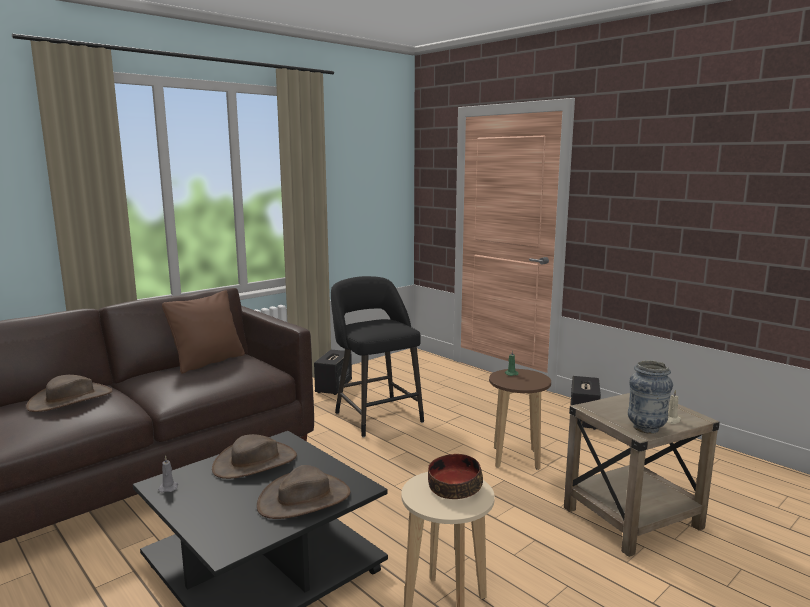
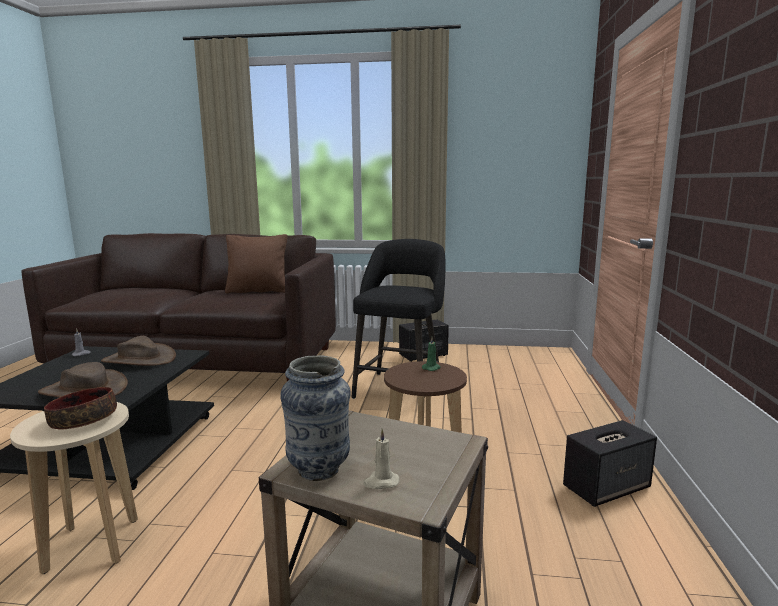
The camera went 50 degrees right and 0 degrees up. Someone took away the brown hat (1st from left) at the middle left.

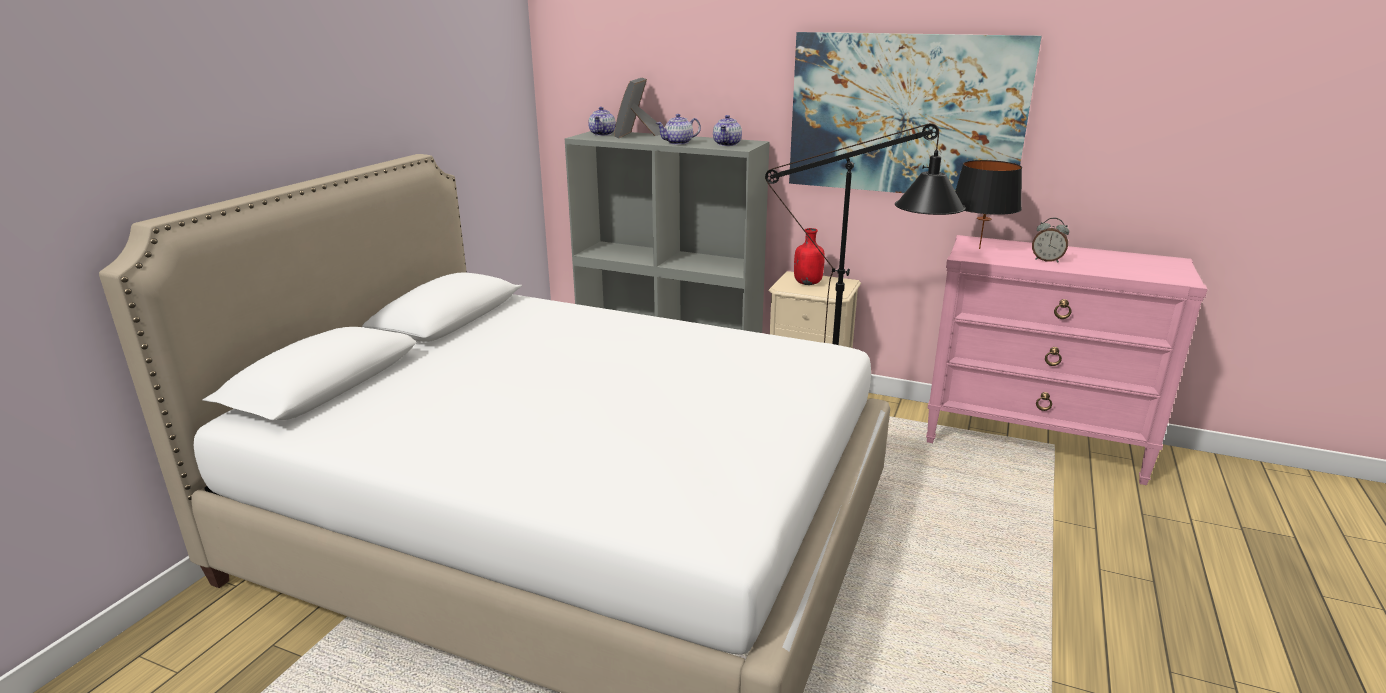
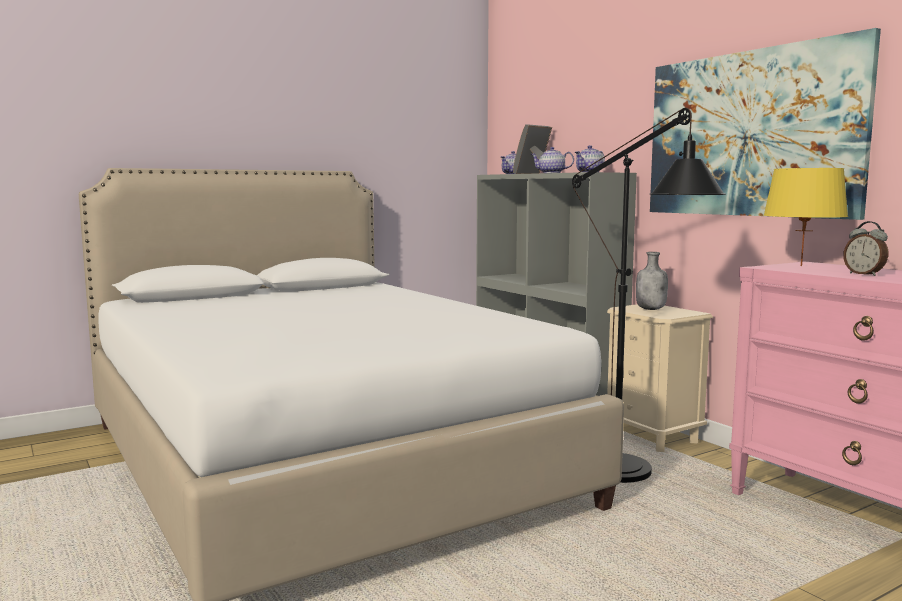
The camera went 35 degrees right and 15 degrees down. Someone repainted the red bottle at the centre, which became the grey bottle at the middle right. Someone repainted the black table lamp at the top right, which became the yellow table lamp at the middle right.

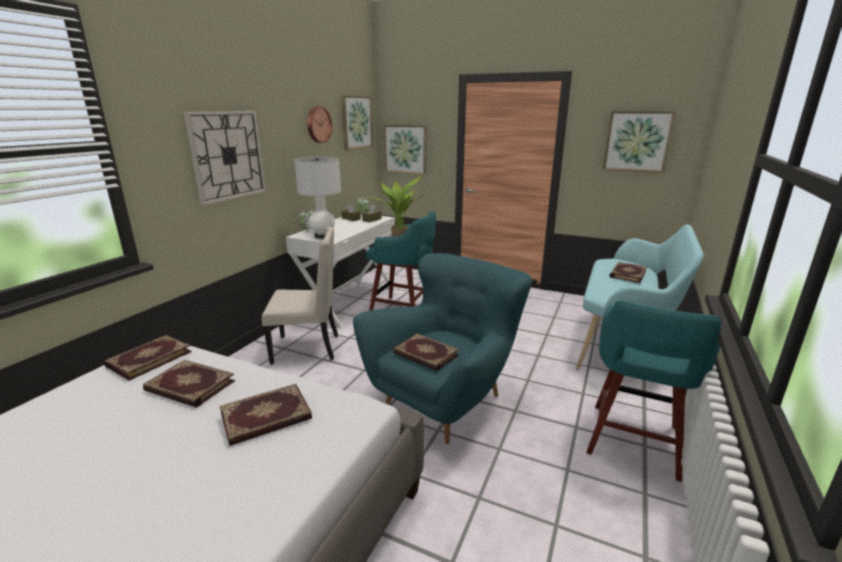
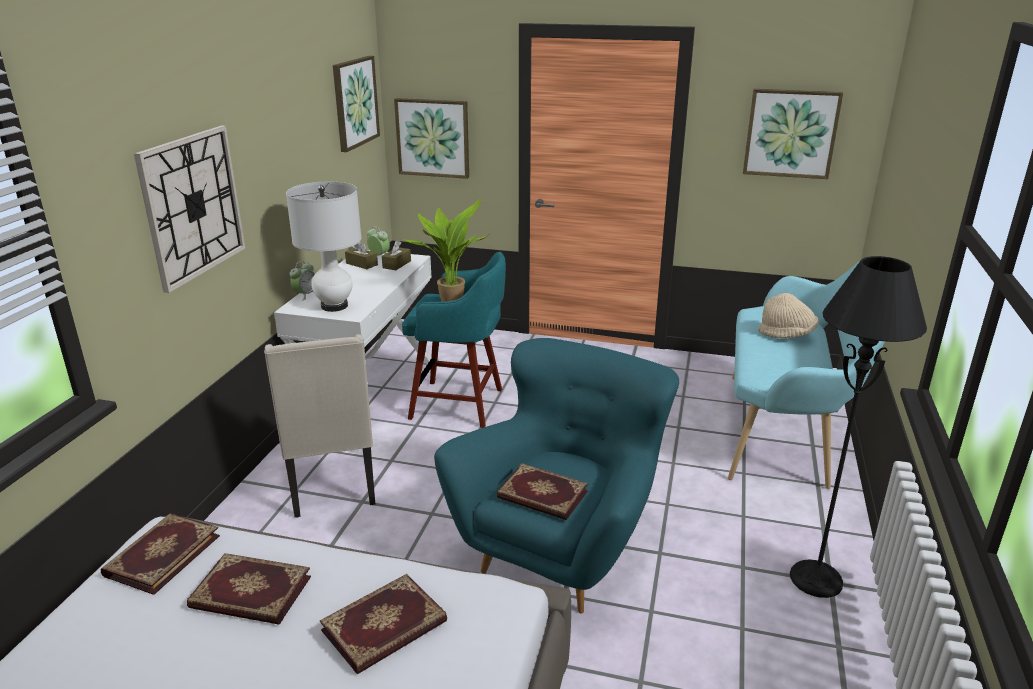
The camera went 10 degrees left and 5 degrees up. Someone took away the wall clock (2nd from left) at the top centre. Someone swapped the turquoise stool (2nd from left) at the bottom right for the black floor lamp at the middle right. Someone swapped the book (5th from left) at the middle right for the beige hat at the middle right. Someone rotated the beige chair at the centre by 90 degrees clockwise.

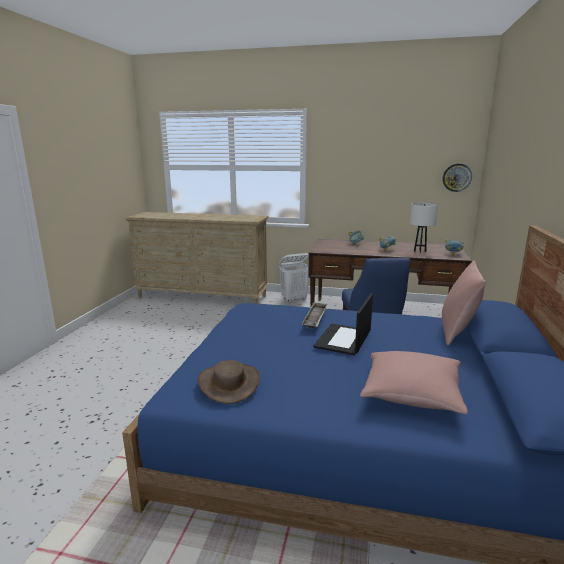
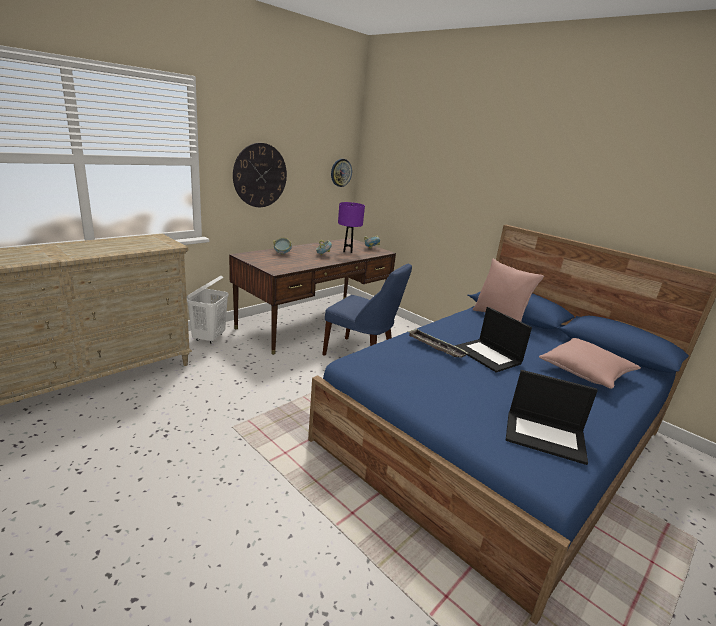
The camera went 60 degrees left and 5 degrees up. Someone put up the wall clock (1st from left) at the top centre. Someone swapped the brown hat at the bottom centre for the laptop (2nd from left) at the middle right. Someone repainted the white table lamp at the middle right, which became the purple table lamp at the centre.

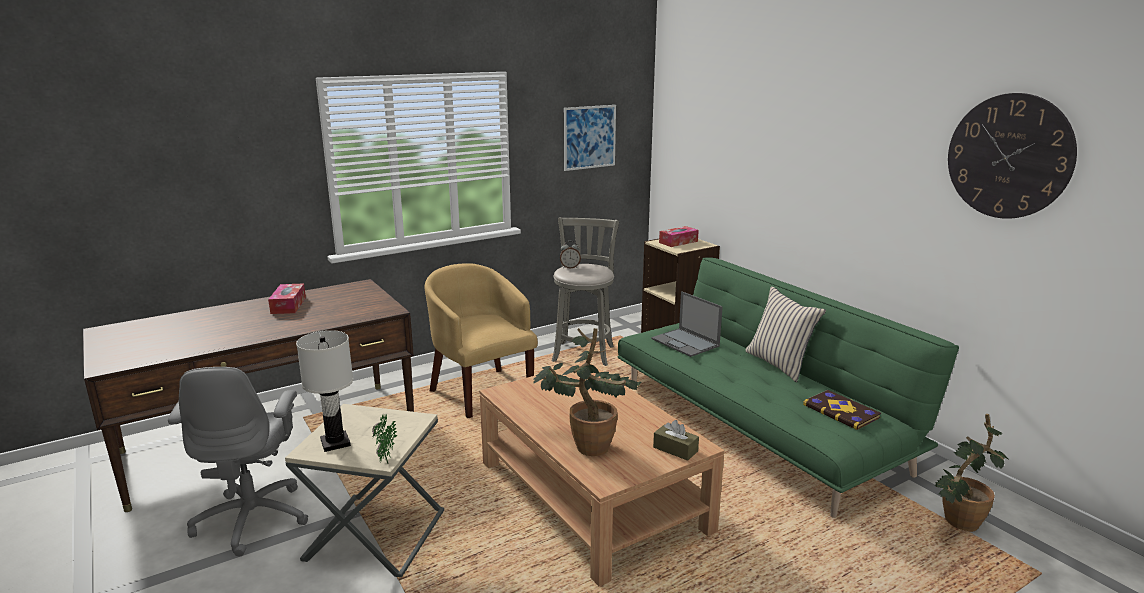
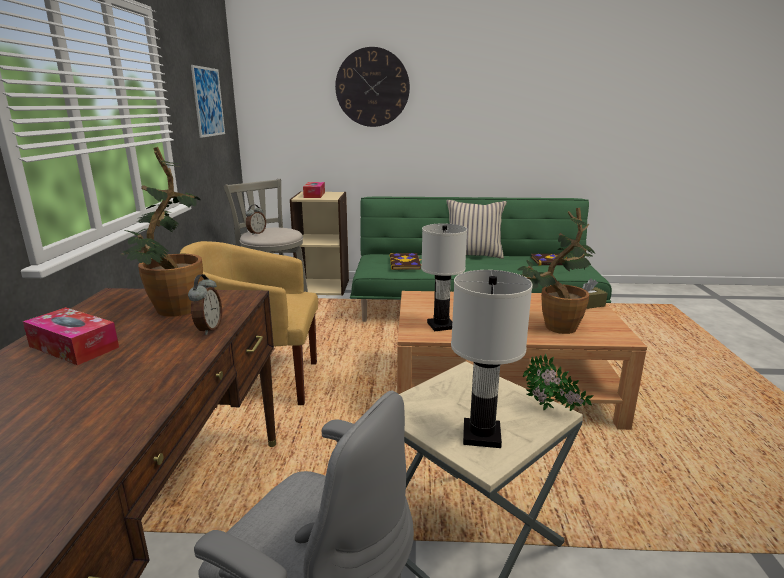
The camera went 55 degrees left and 0 degrees up. Someone put down the alarm clock (1st from left) at the middle left. Someone put down the white table lamp (1st from left) at the centre. Someone carried the potted plant (3rd from left in the first image) from the bottom right to the middle left. Someone carried the wall clock from the top right to the top centre. Someone swapped the laptop at the centre for the book (1st from left) at the centre.

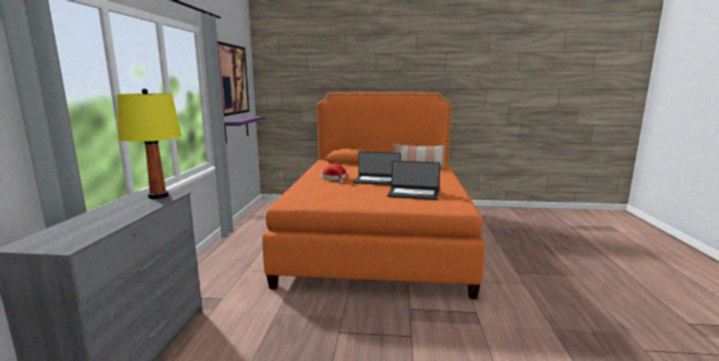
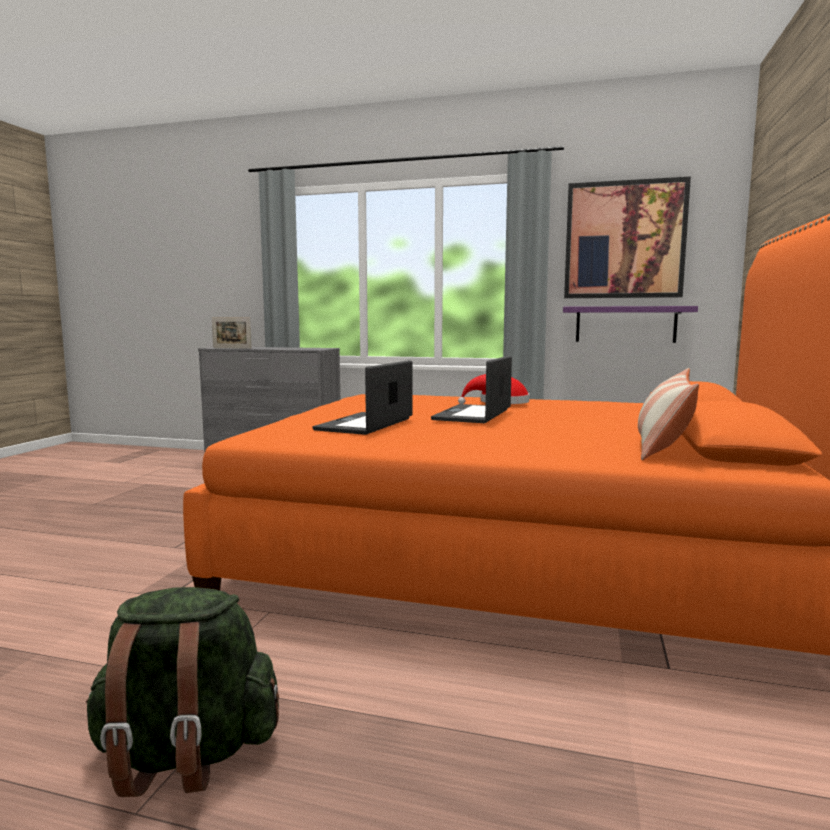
The camera went 100 degrees right and 5 degrees down. Someone took away the yellow table lamp at the middle left. Someone put down the green backpack at the bottom left. Someone put down the picture frame at the middle left.

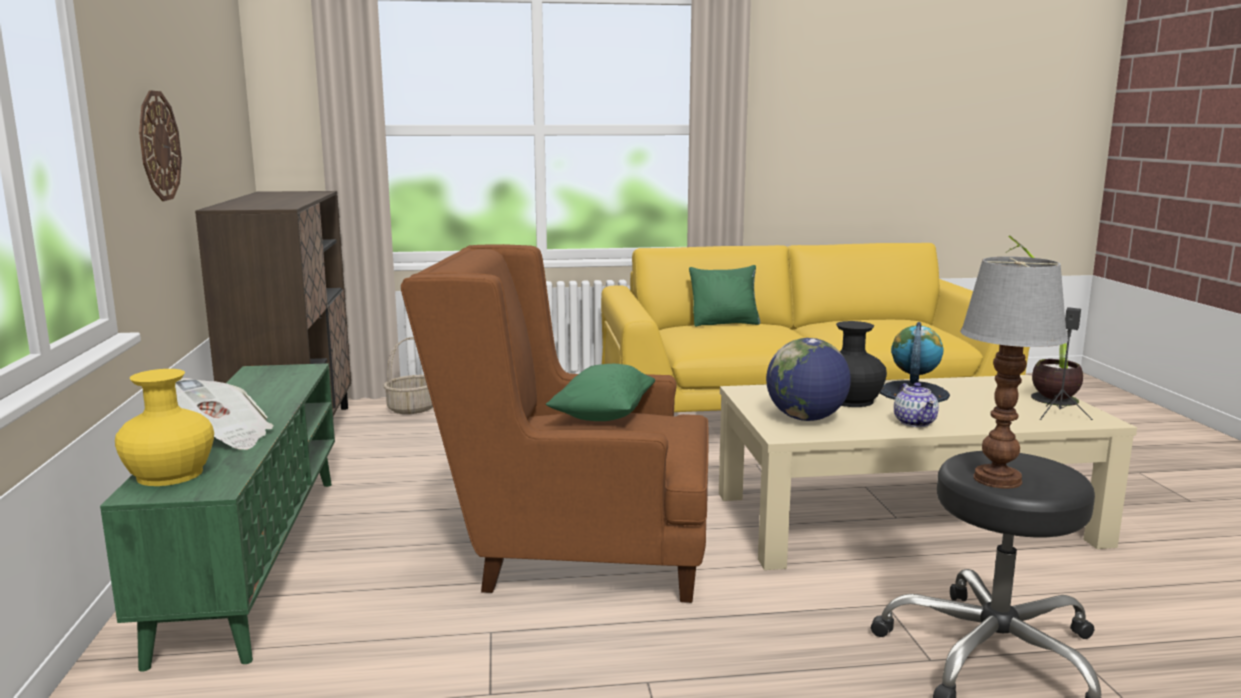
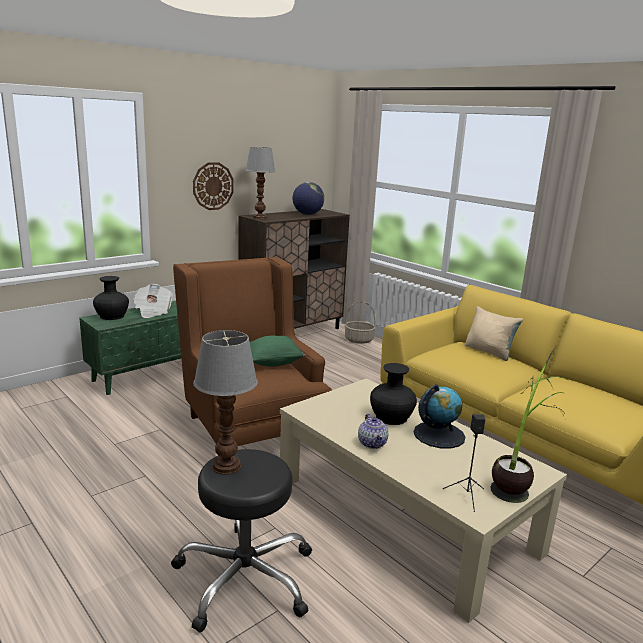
The camera went 55 degrees right and 5 degrees up. Someone put down the table lamp (2nd from left) at the top centre. Someone carried the globe (1st from left) from the centre to the top centre. Someone repainted the yellow vase at the middle left, which became the black vase (1st from left) at the middle left. Someone repainted the green pillow (2nd from left) at the centre, which became the beige pillow at the middle right. Someone rotated the teapot at the middle right by 60 degrees counterclockwise.

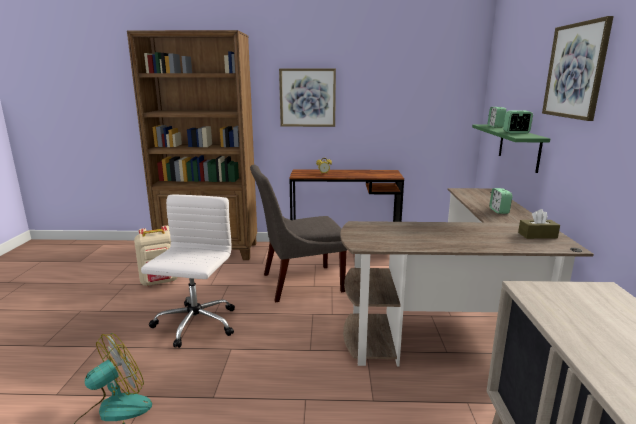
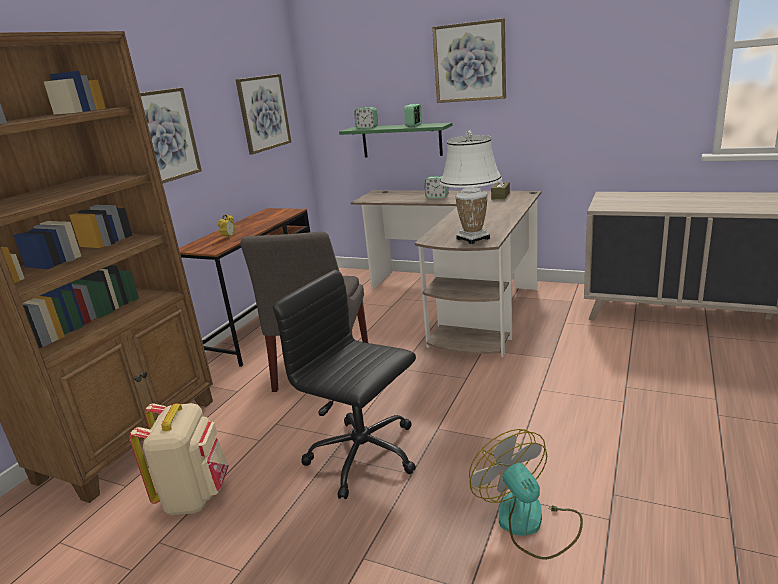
The camera went 65 degrees left and 5 degrees up. Someone put up the picture (2nd from left) at the top centre. Someone put down the white table lamp at the top centre. Someone repainted the white office chair at the middle left, which became the black office chair at the centre.

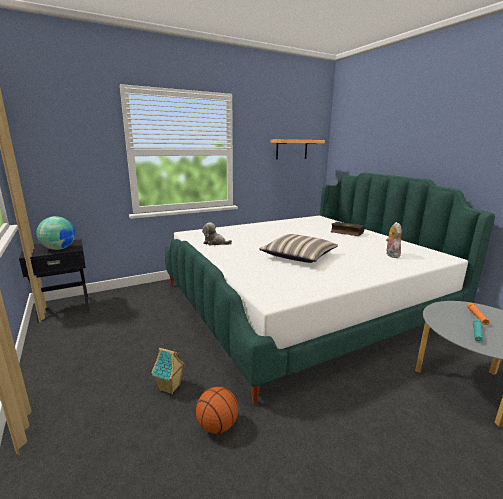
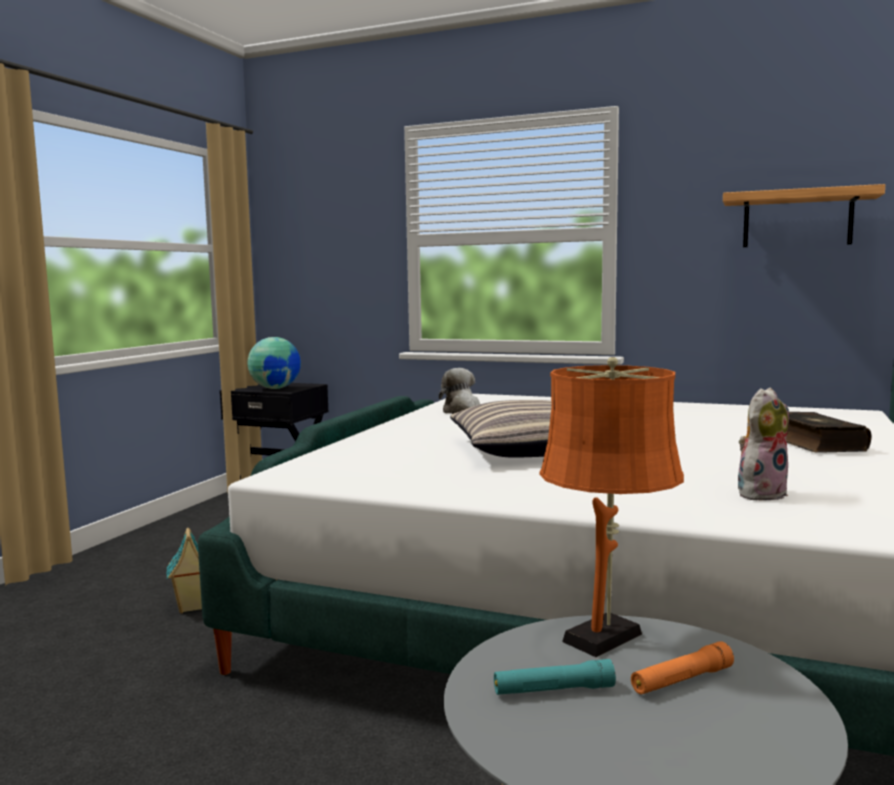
The camera went 50 degrees right and 10 degrees down. Someone took away the basketball at the bottom centre. Someone put down the orange table lamp at the middle right.

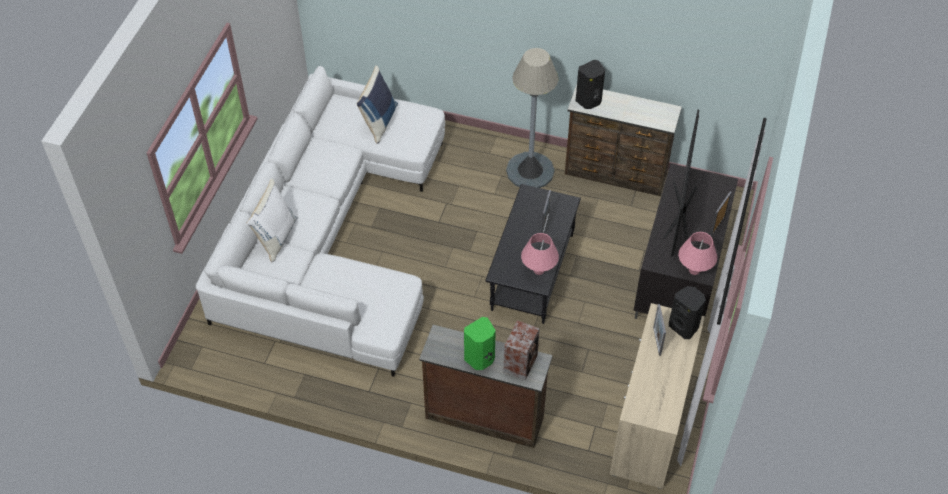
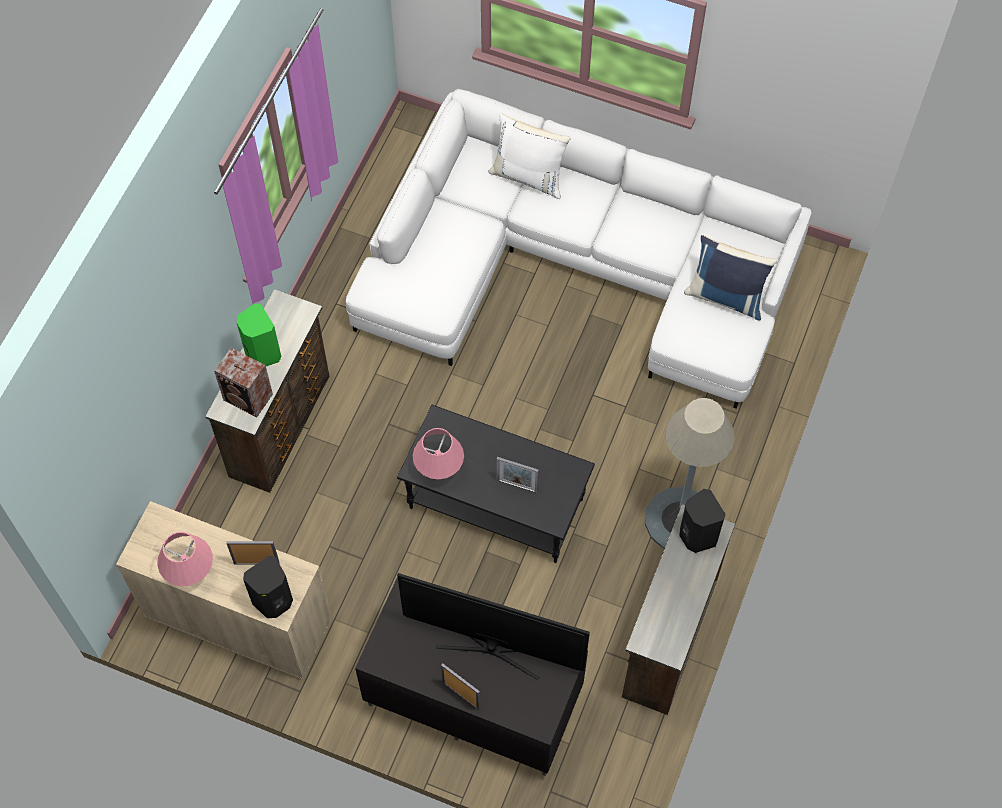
The camera went 95 degrees right and 10 degrees up. Someone carried the pink table lamp (2nd from left in the first image) from the middle right to the bottom left.

